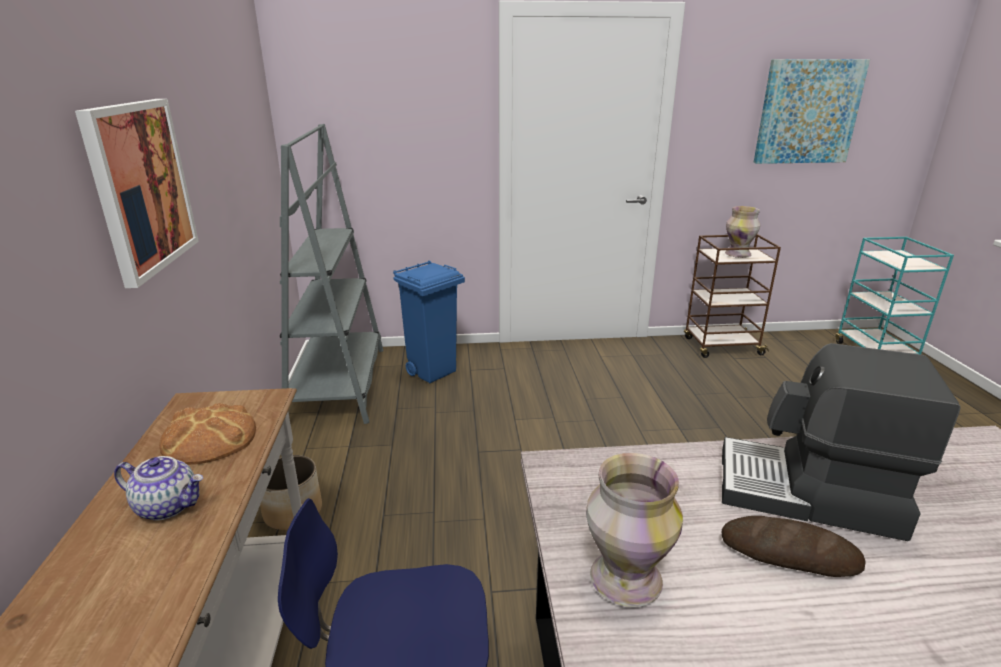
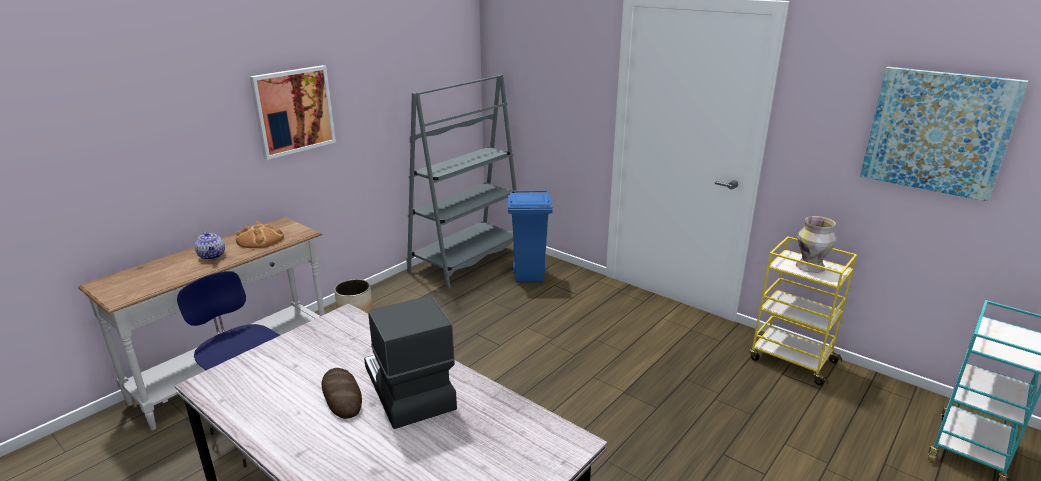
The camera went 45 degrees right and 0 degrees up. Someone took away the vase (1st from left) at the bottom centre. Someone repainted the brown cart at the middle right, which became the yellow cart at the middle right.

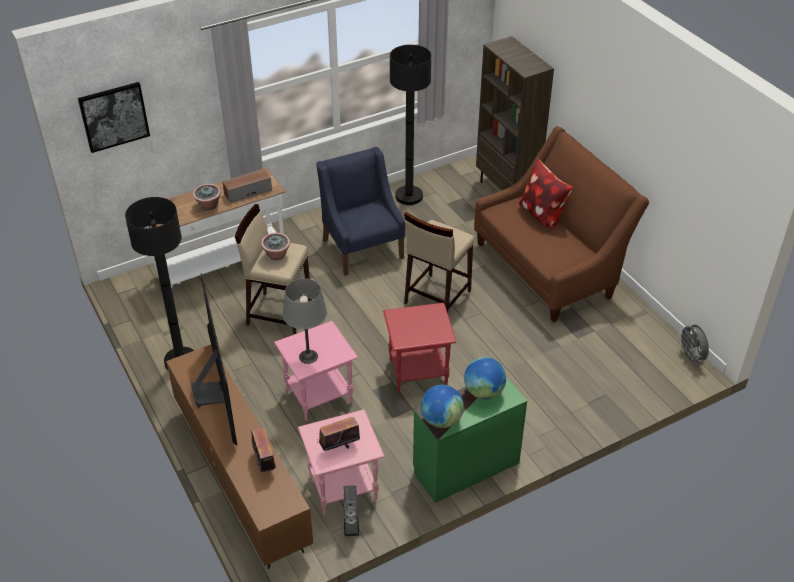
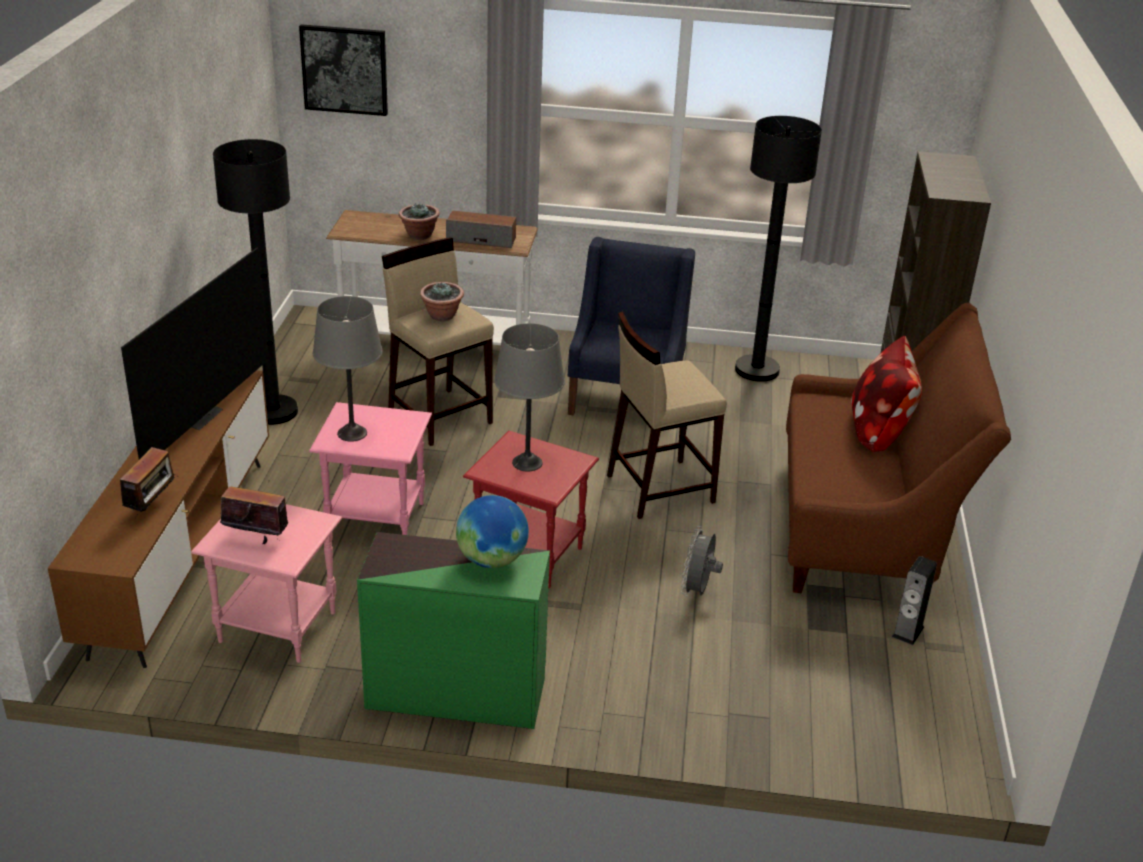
The camera went 35 degrees right and 10 degrees down. Someone took away the globe (1st from left) at the bottom centre. Someone put down the grey table lamp (2nd from left) at the centre. Someone carried the speaker (2nd from left) from the bottom centre to the bottom right. Someone carried the grey fan from the middle right to the centre.

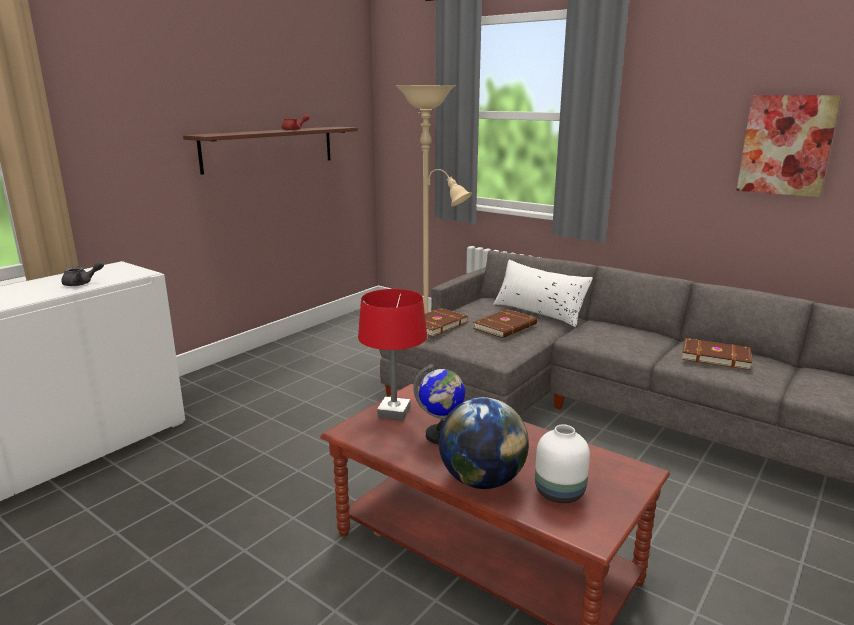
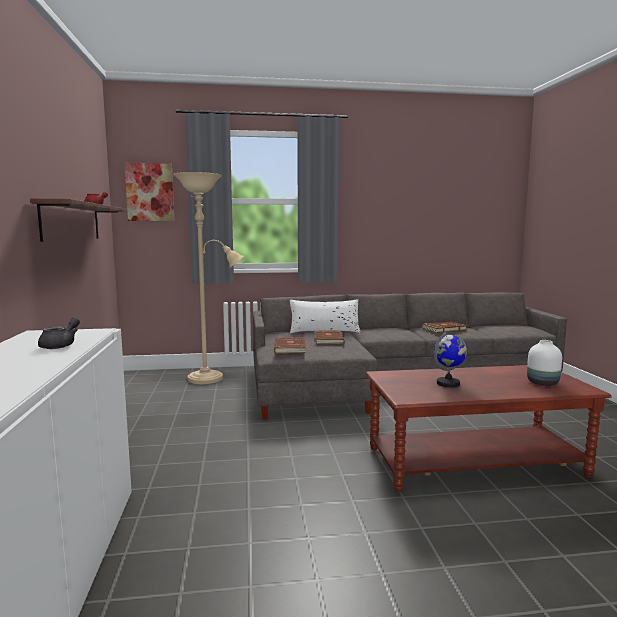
The camera went 45 degrees left and 10 degrees down. Someone took away the red table lamp at the centre. Someone took away the globe (2nd from left) at the bottom centre. Someone carried the picture from the top right to the top left.

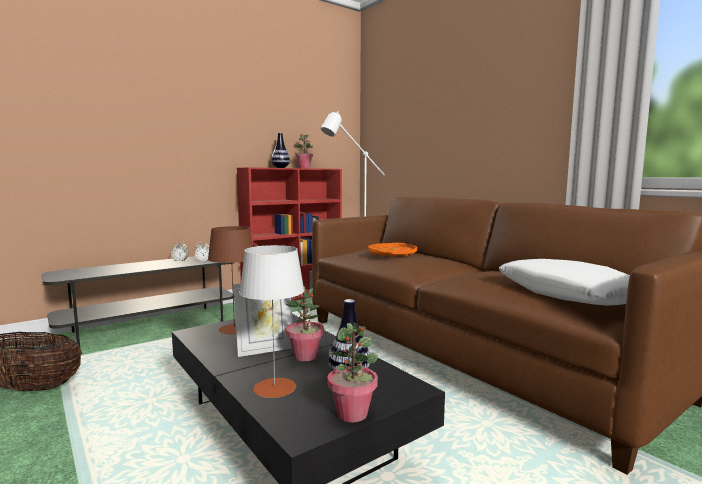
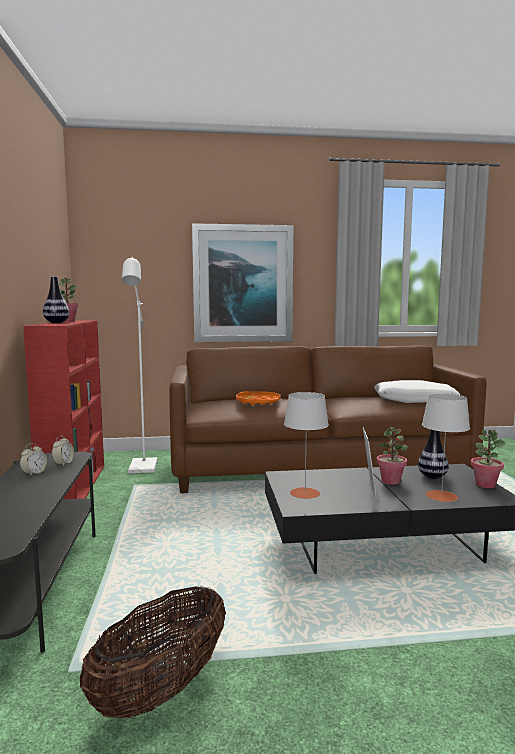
The camera went 60 degrees left and 0 degrees up. Someone put up the picture at the centre. Someone repainted the brown table lamp at the middle left, which became the grey table lamp (1st from left) at the centre.

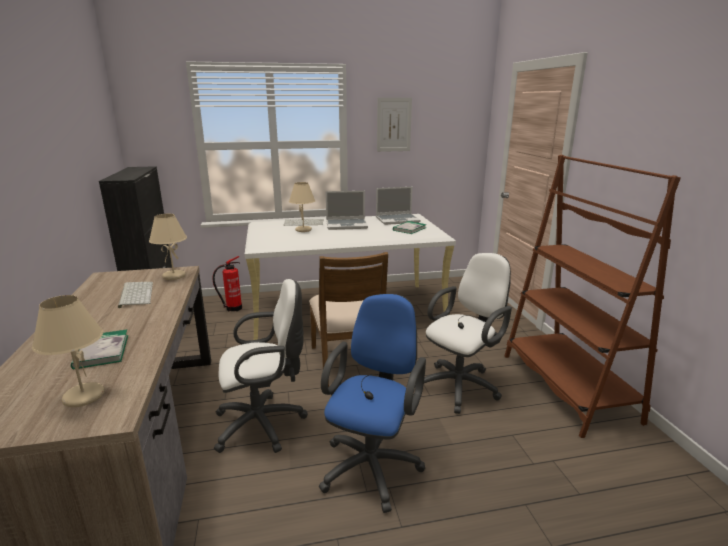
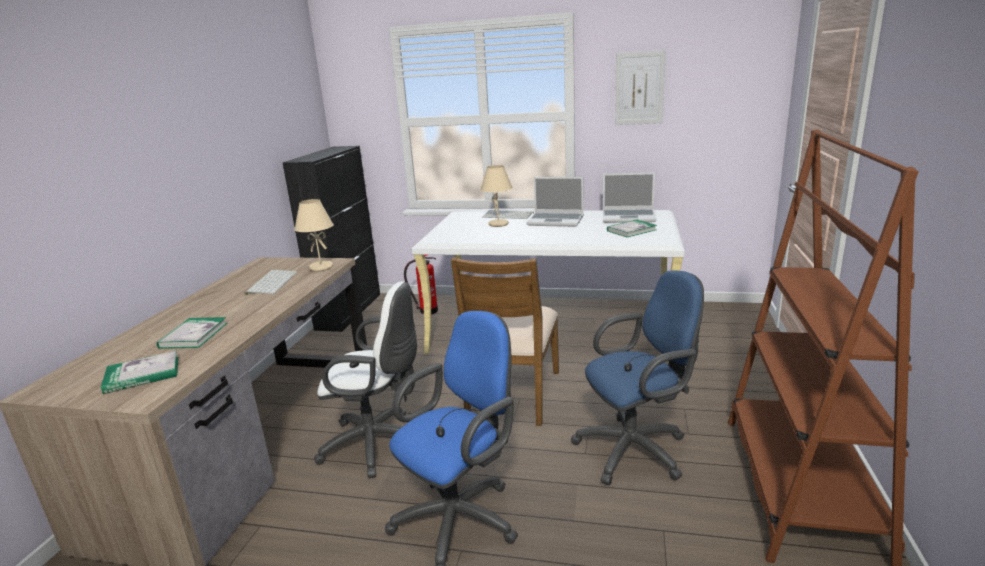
The camera went 25 degrees right and 0 degrees up. Someone swapped the beige table lamp (1st from left) at the middle left for the book (1st from left) at the middle left. Someone repainted the white office chair (2nd from left) at the centre, which became the blue office chair (2nd from left) at the bottom centre.

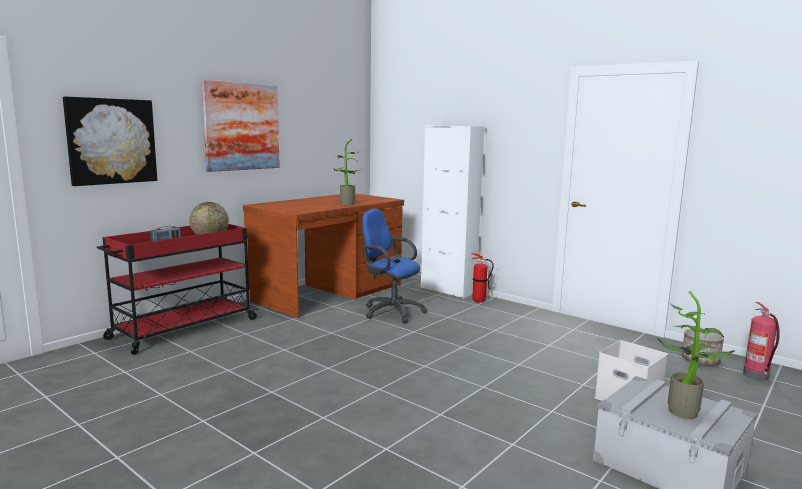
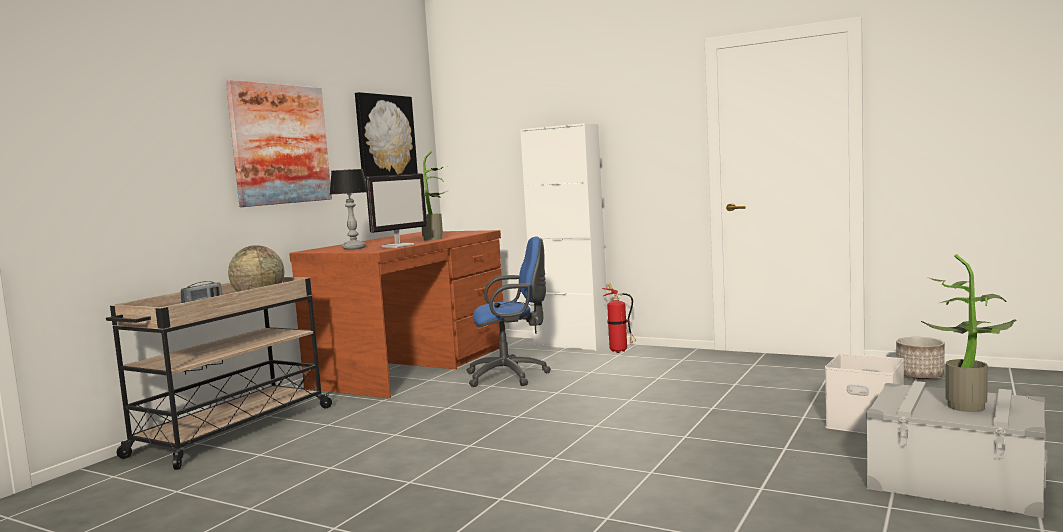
The camera went 10 degrees left and 5 degrees down. Someone took away the fire extinguisher (2nd from left) at the bottom right. Someone put down the table lamp at the middle left. Someone put down the monitor at the centre. Someone carried the picture (1st from left in the first image) from the top left to the top centre. Someone repainted the red cart at the middle left, which became the beige cart at the bottom left. Someone rotated the blue office chair at the centre by 150 degrees clockwise.

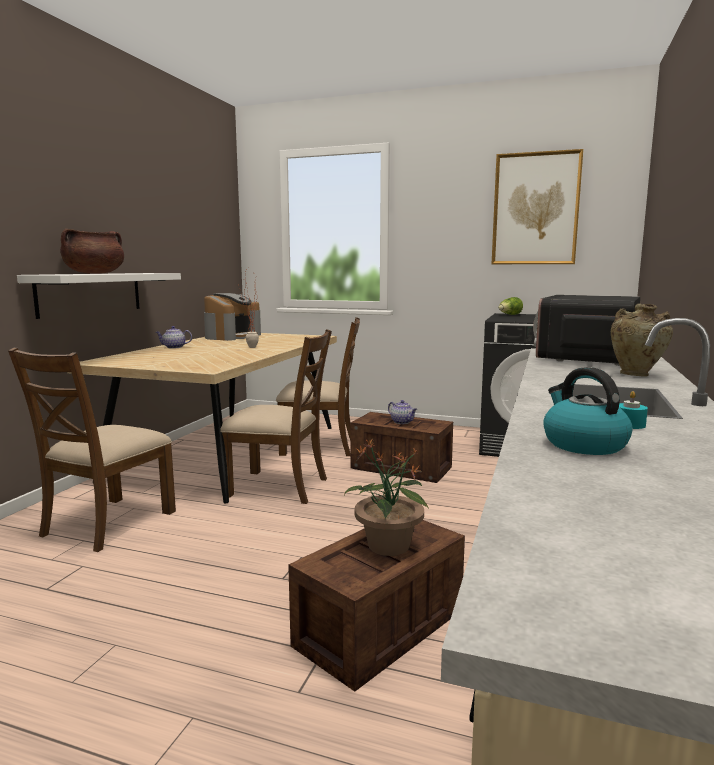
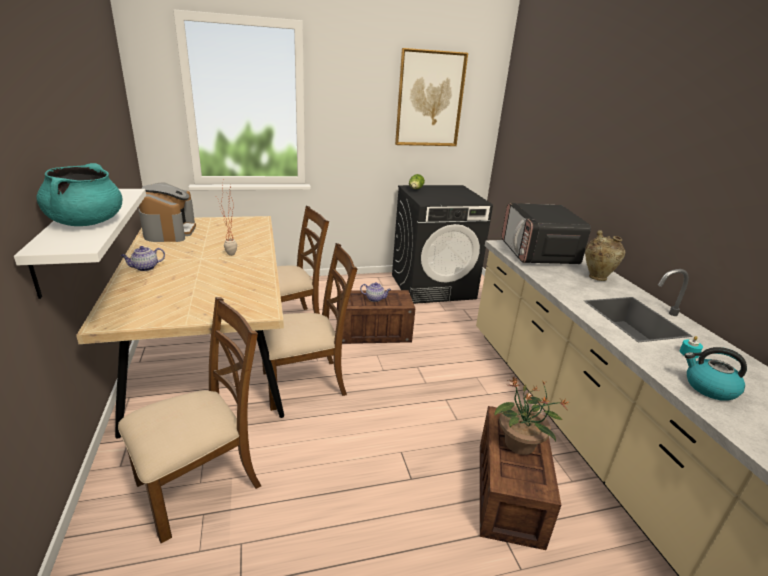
The camera went 35 degrees left and 15 degrees up. Someone repainted the brown cooking pot at the top left, which became the turquoise cooking pot at the middle left. Someone rotated the brown chair (1st from left) at the middle left by 120 degrees counterclockwise.

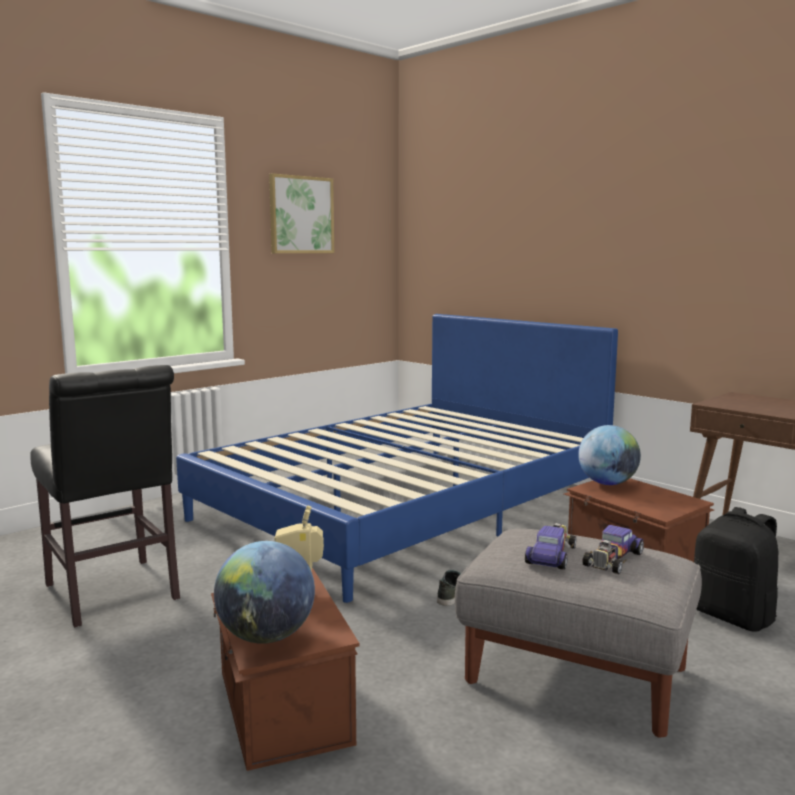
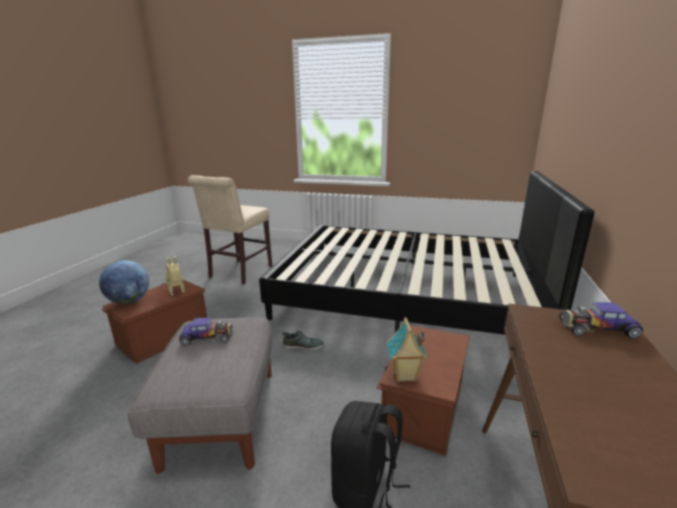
The camera went 60 degrees right and 10 degrees up. Someone took away the picture at the top centre. Someone took away the globe (2nd from left) at the middle right. Someone put down the toy house at the bottom centre. Someone carried the toy car (2nd from left) from the bottom right to the middle right. Someone repainted the black chair at the middle left, which became the beige chair at the centre. Someone repainted the blue bed at the centre, which became the black bed at the centre.

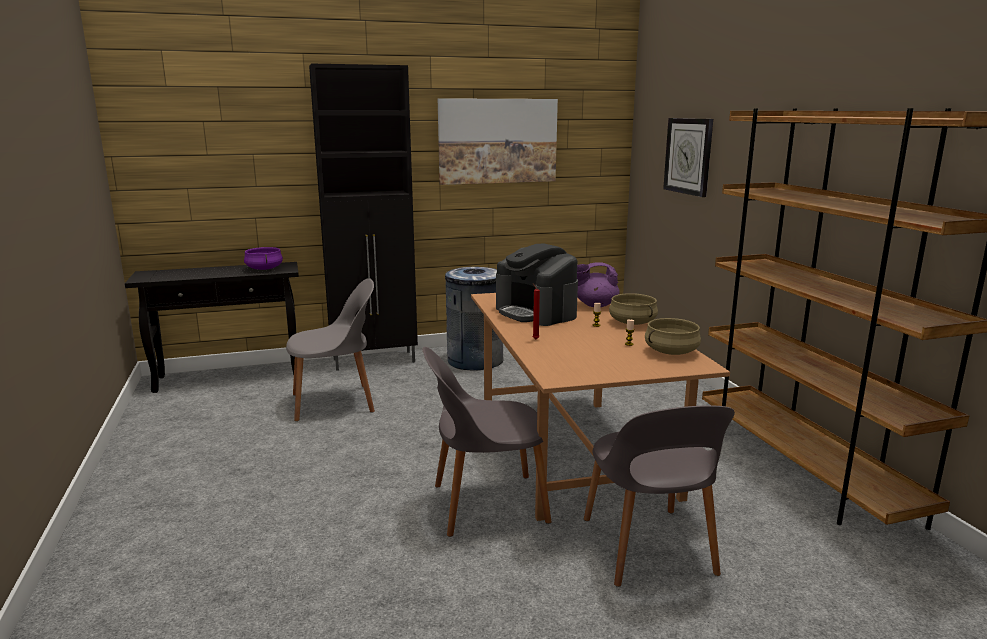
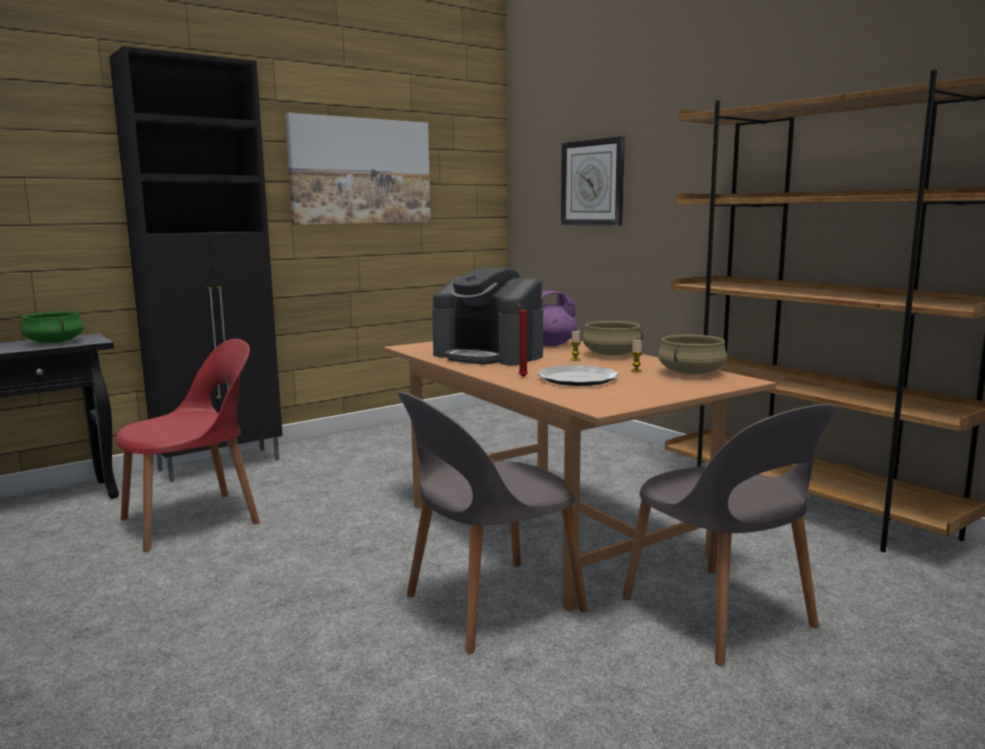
The camera went 20 degrees left and 5 degrees down. Someone took away the grey trash can at the centre. Someone put down the plate at the centre. Someone repainted the purple cooking pot at the middle left, which became the green cooking pot at the middle left. Someone repainted the grey chair (1st from left) at the centre, which became the red chair at the middle left.

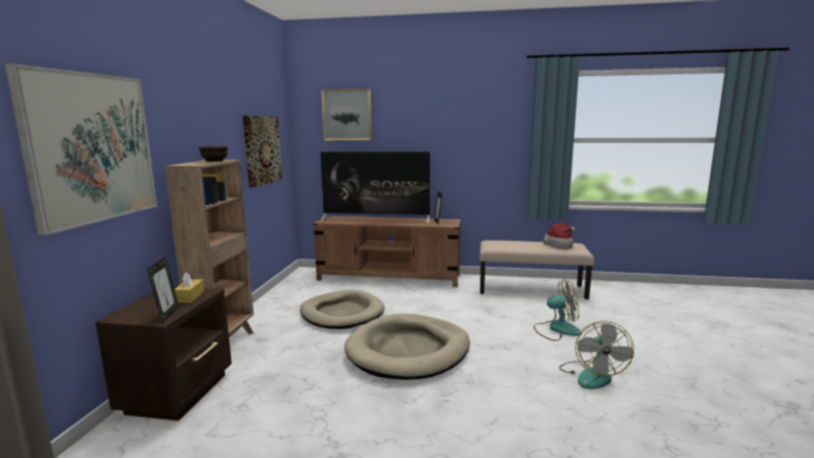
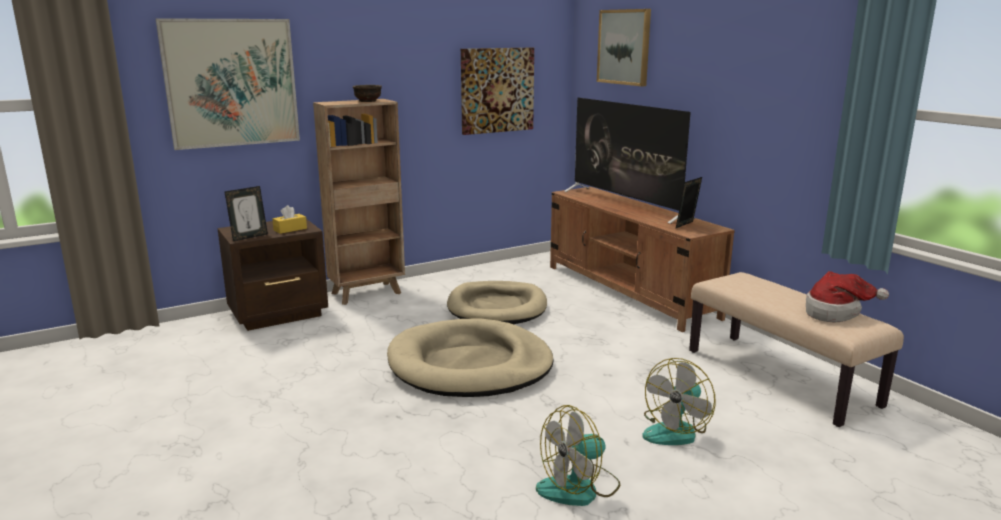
The camera went 50 degrees right and 5 degrees up. Someone rotated the fan (1st from left in the first image) at the bottom right by 75 degrees clockwise.

